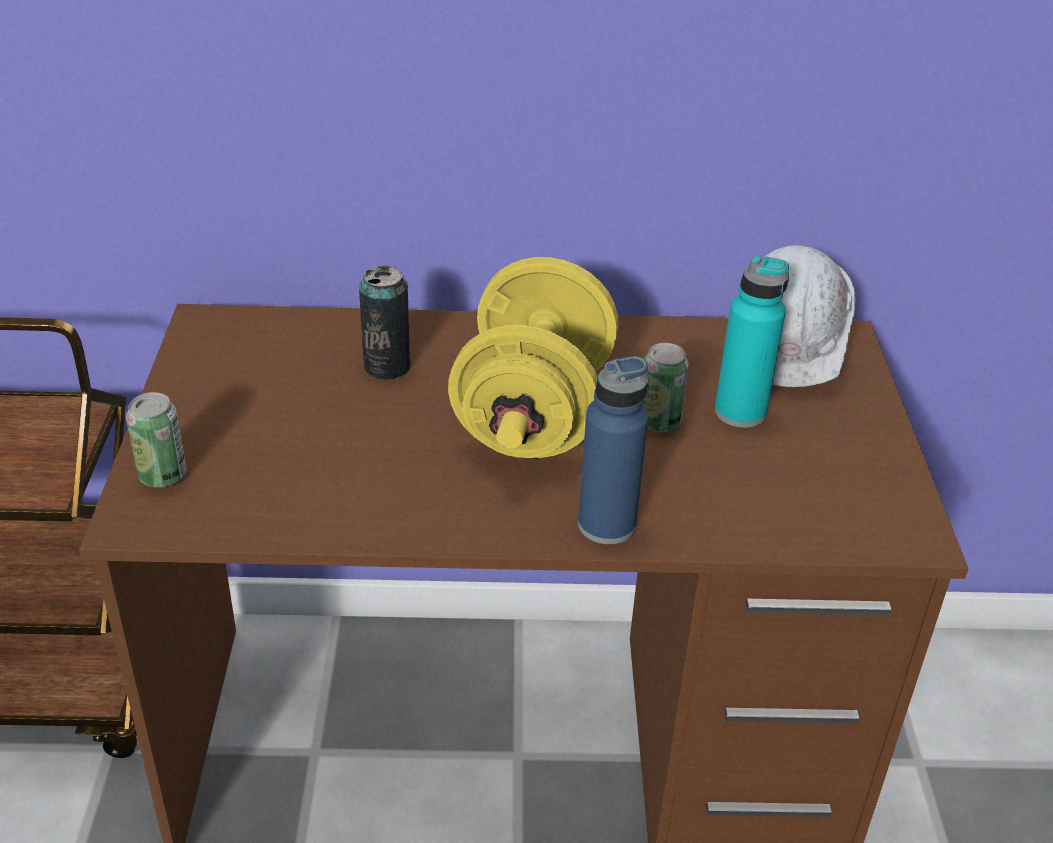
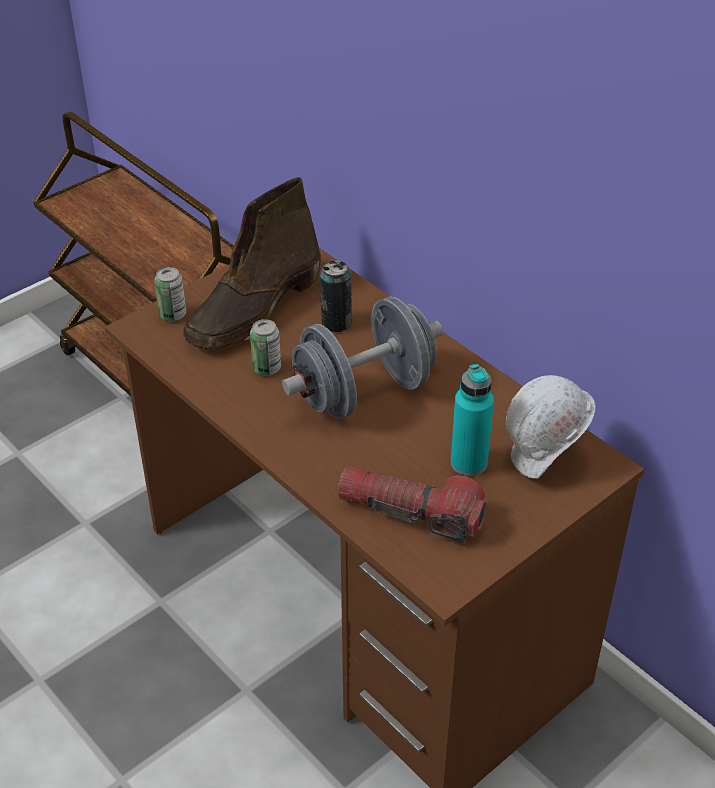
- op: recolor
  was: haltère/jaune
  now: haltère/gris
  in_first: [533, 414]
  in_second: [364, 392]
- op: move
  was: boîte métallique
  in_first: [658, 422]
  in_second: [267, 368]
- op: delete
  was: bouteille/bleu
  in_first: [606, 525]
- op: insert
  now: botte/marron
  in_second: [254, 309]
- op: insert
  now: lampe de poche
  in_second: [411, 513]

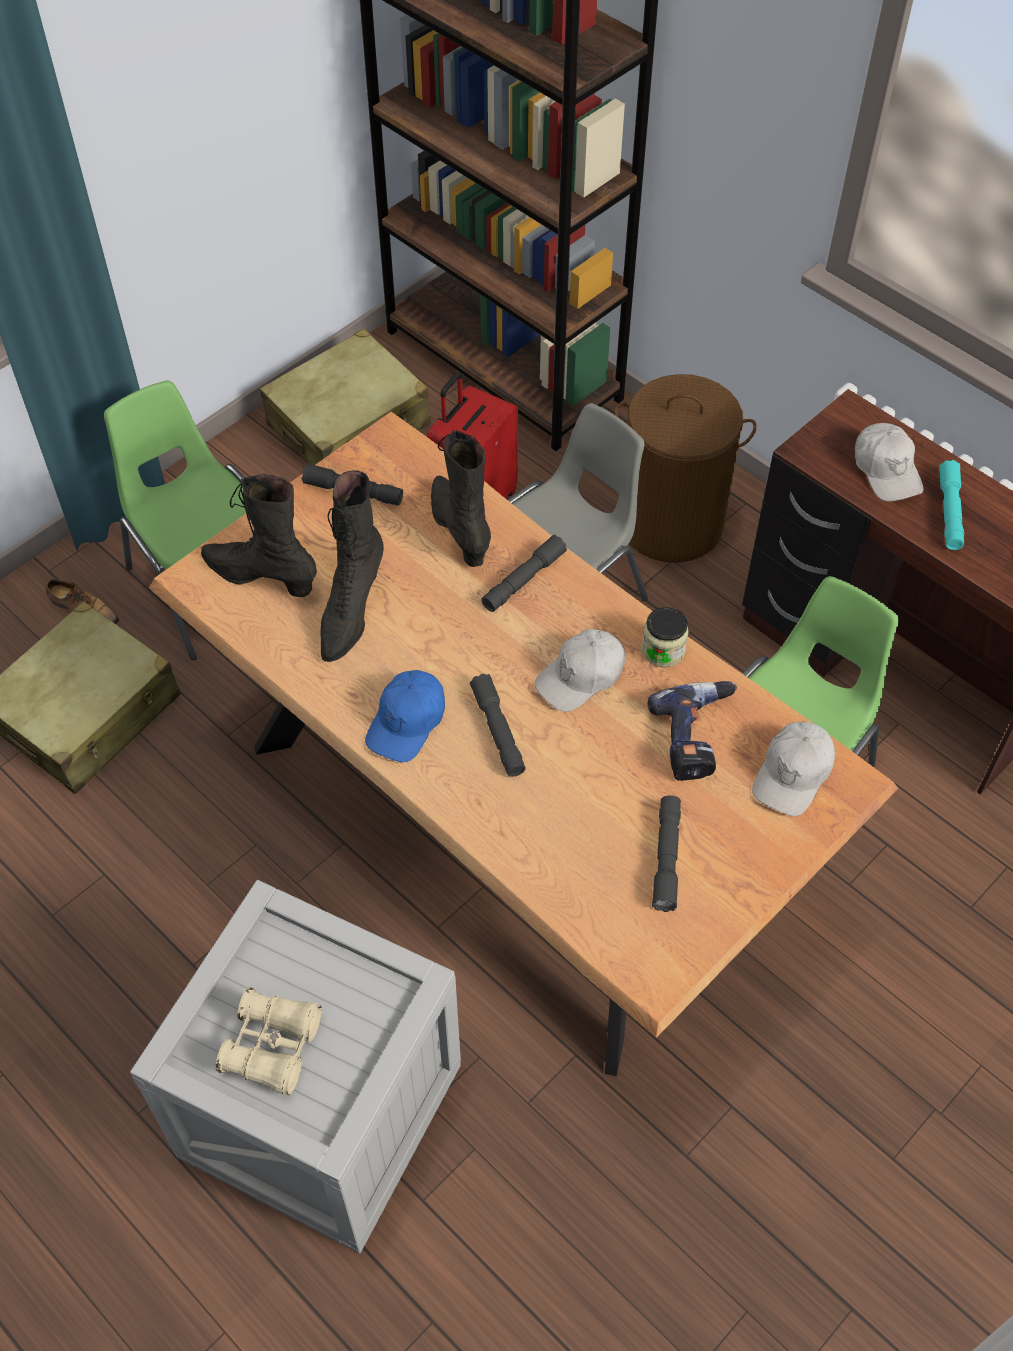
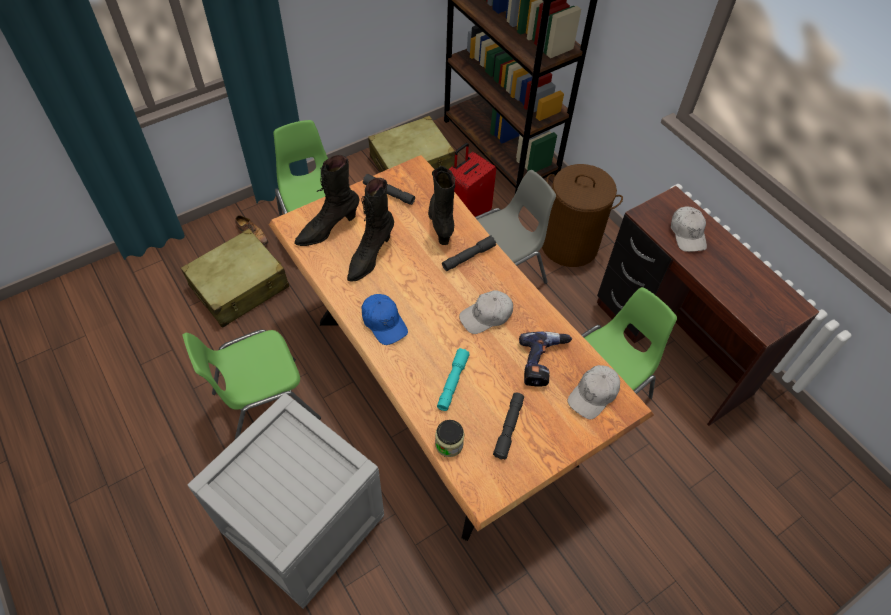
- op: move
  was: lampe de poche/turquoise
  in_first: [949, 511]
  in_second: [452, 382]
- op: rotate
  was: botte/noir
  in_first: [261, 576]
  in_second: [327, 229]
  clockwise: -75
- op: move
  was: bocal
  in_first: [663, 650]
  in_second: [449, 444]
- op: rotate
  was: casquette/bleu
  in_first: [407, 722]
  in_second: [384, 322]
  clockwise: -75
- op: delete
  was: lampe de poche/gris
  in_first: [498, 731]
- op: delete
  was: jumelles/beige
  in_first: [272, 1047]
- op: insert
  now: chaise/vert
  in_second: [263, 405]

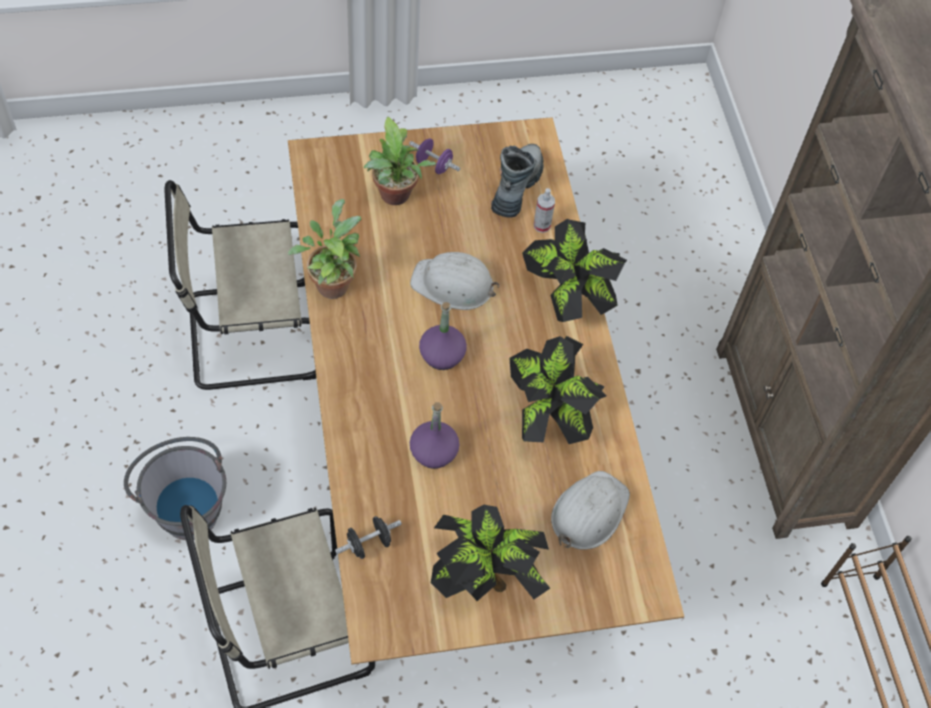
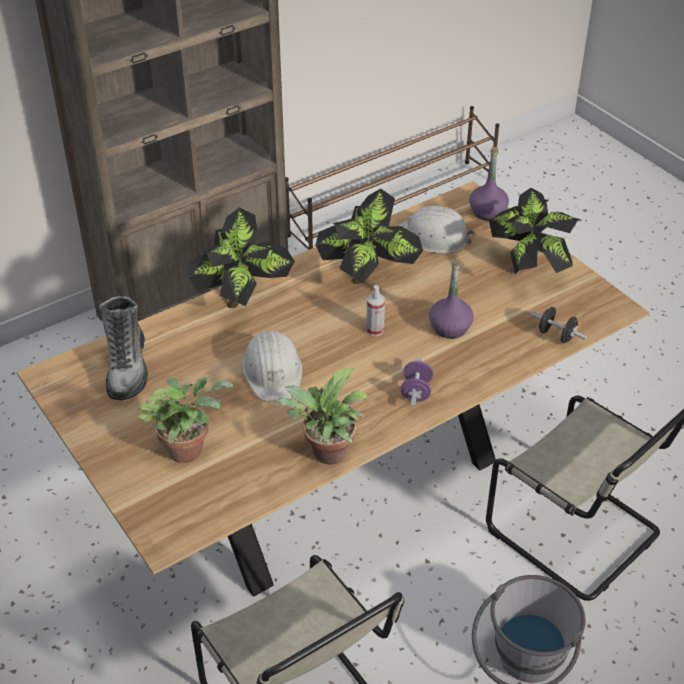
- op: move
  was: haltère/violet
  in_first: [433, 165]
  in_second: [416, 392]
- op: rotate
  was: botte
  in_first: [516, 187]
  in_second: [127, 368]
  clockwise: -90
- op: move
  was: vaporisateur
  in_first: [541, 225]
  in_second: [375, 330]
- op: move
  was: bouteille/violet
  in_first: [441, 355]
  in_second: [487, 212]

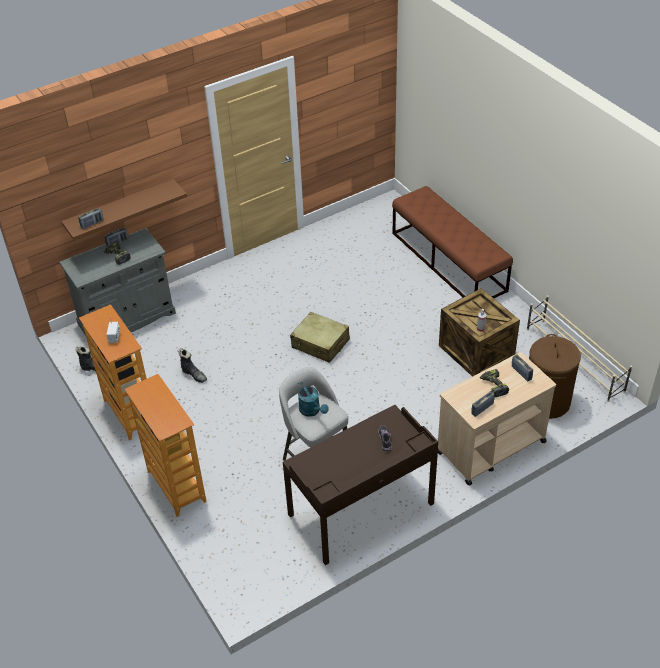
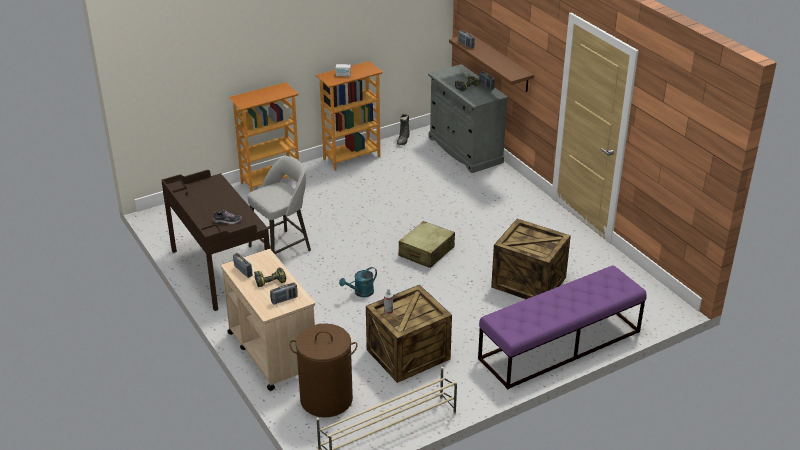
- op: recolor
  was: banc/marron
  now: banc/violet
  in_first: [448, 262]
  in_second: [559, 345]
- op: delete
  was: botte/noir
  in_first: [194, 375]
- op: move
  was: arrosoir/turquoise
  in_first: [312, 411]
  in_second: [361, 293]
- op: insert
  now: caisse
  in_second: [528, 282]

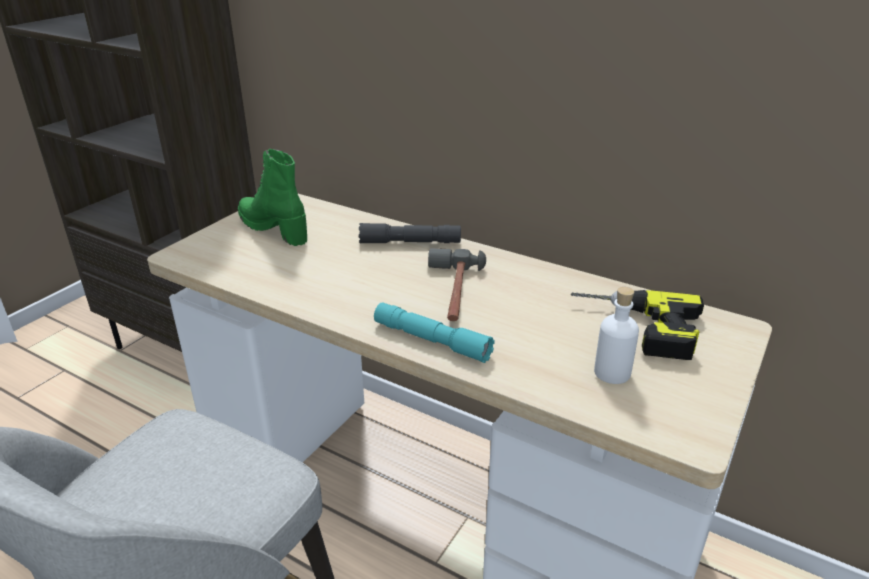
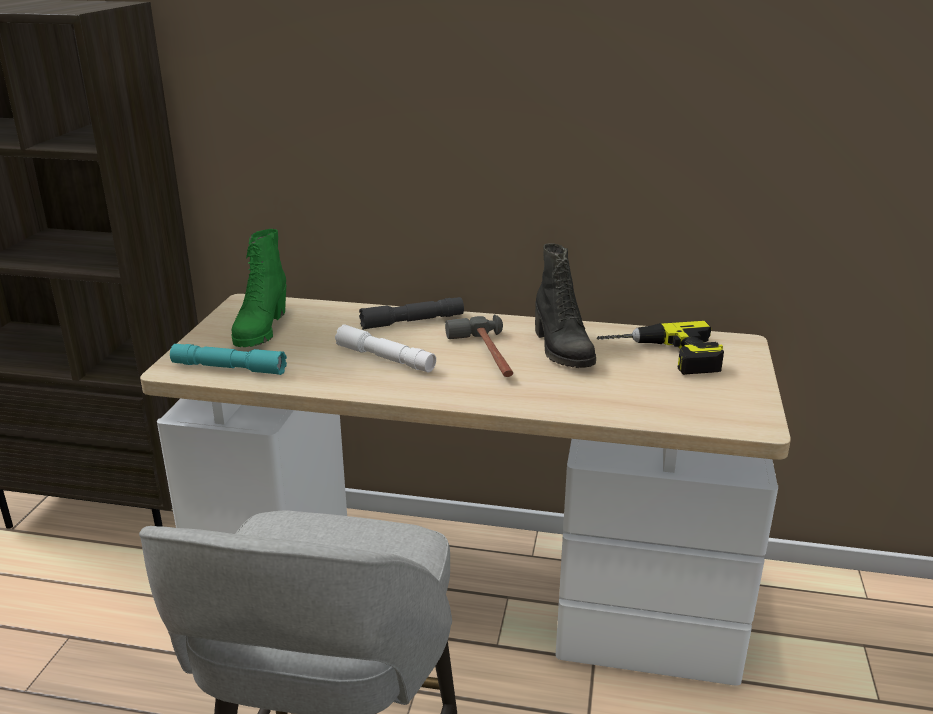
- op: rotate
  was: botte/vert
  in_first: [274, 229]
  in_second: [260, 330]
  clockwise: -105
- op: delete
  was: bouteille/blanc
  in_first: [612, 372]
- op: move
  was: lampe de poche/turquoise
  in_first: [431, 340]
  in_second: [229, 368]
- op: insert
  now: botte/noir
  in_second: [561, 350]
- op: insert
  now: lampe de poche/blanc
  in_second: [385, 358]

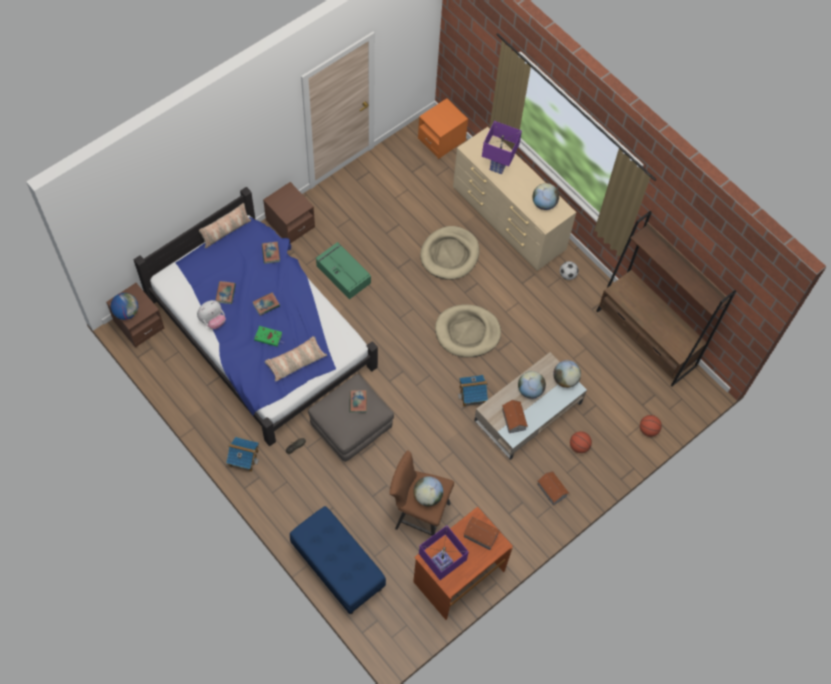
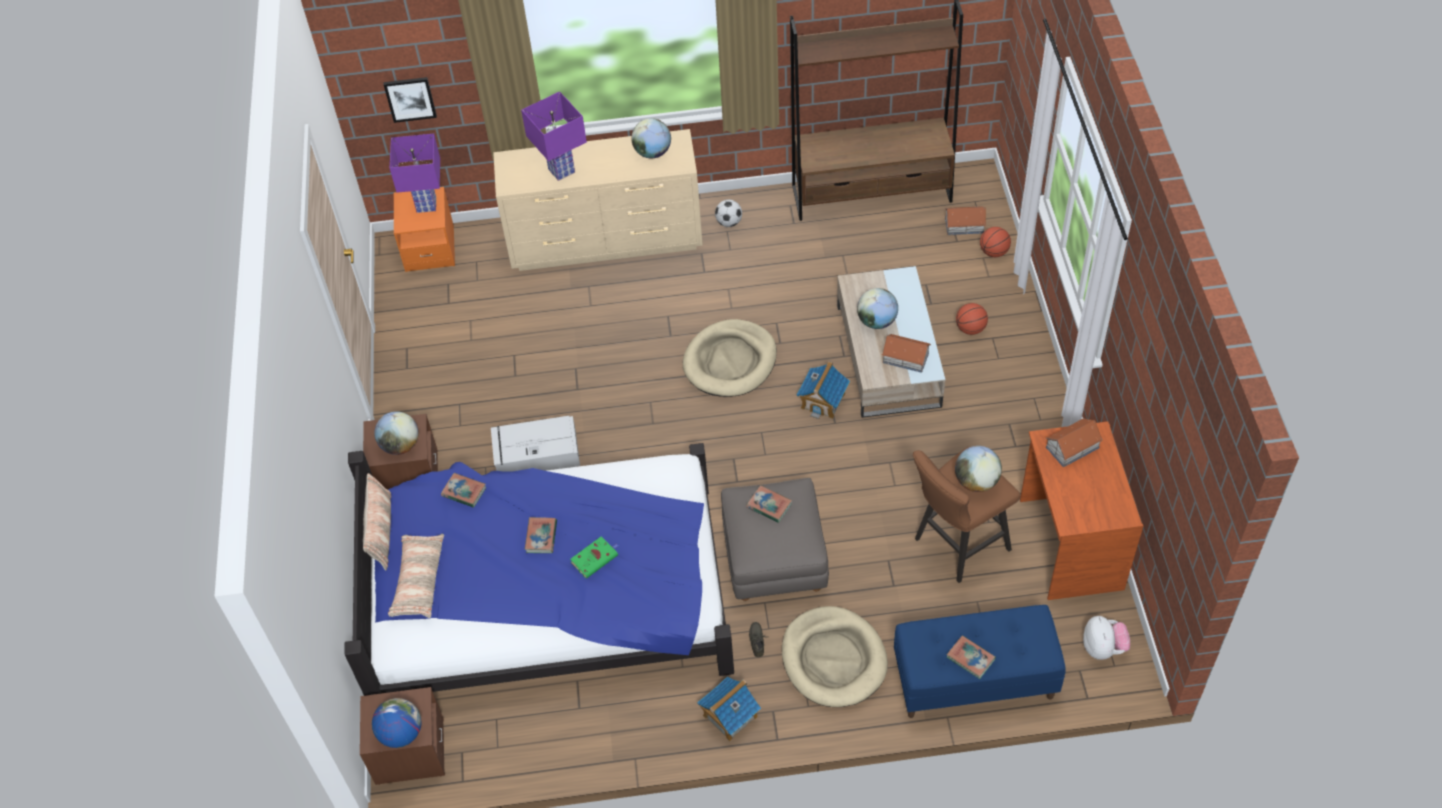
- op: move
  was: panier pour chien/beige
  in_first: [450, 254]
  in_second: [833, 659]
- op: recolor
  was: boîte de rangement/vert
  now: boîte de rangement/gris
  in_first: [343, 274]
  in_second: [535, 454]
- op: move
  was: livre
  in_first: [225, 293]
  in_second: [970, 658]
- op: move
  was: peluche
  in_first: [213, 320]
  in_second: [1103, 648]
- op: move
  was: coussin
  in_first: [295, 361]
  in_second: [418, 580]
- op: move
  was: globe
  in_first: [565, 379]
  in_second: [400, 445]
- op: move
  was: maison miniature
  in_first: [552, 490]
  in_second: [964, 225]
- op: move
  was: lampe de table/violet
  in_first: [440, 567]
  in_second: [427, 205]
- op: insert
  now: tableau
  in_second: [410, 98]

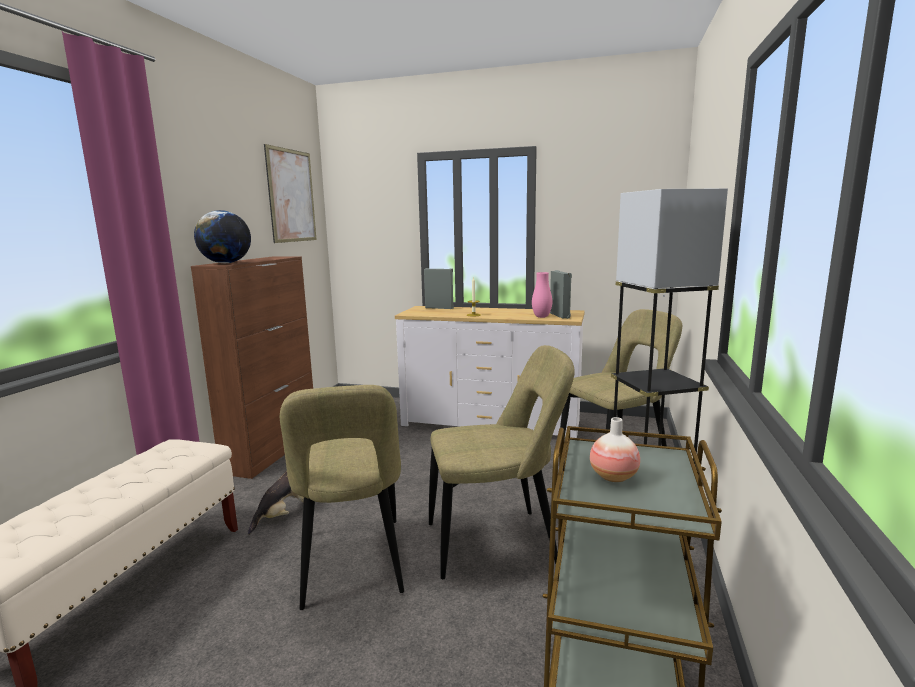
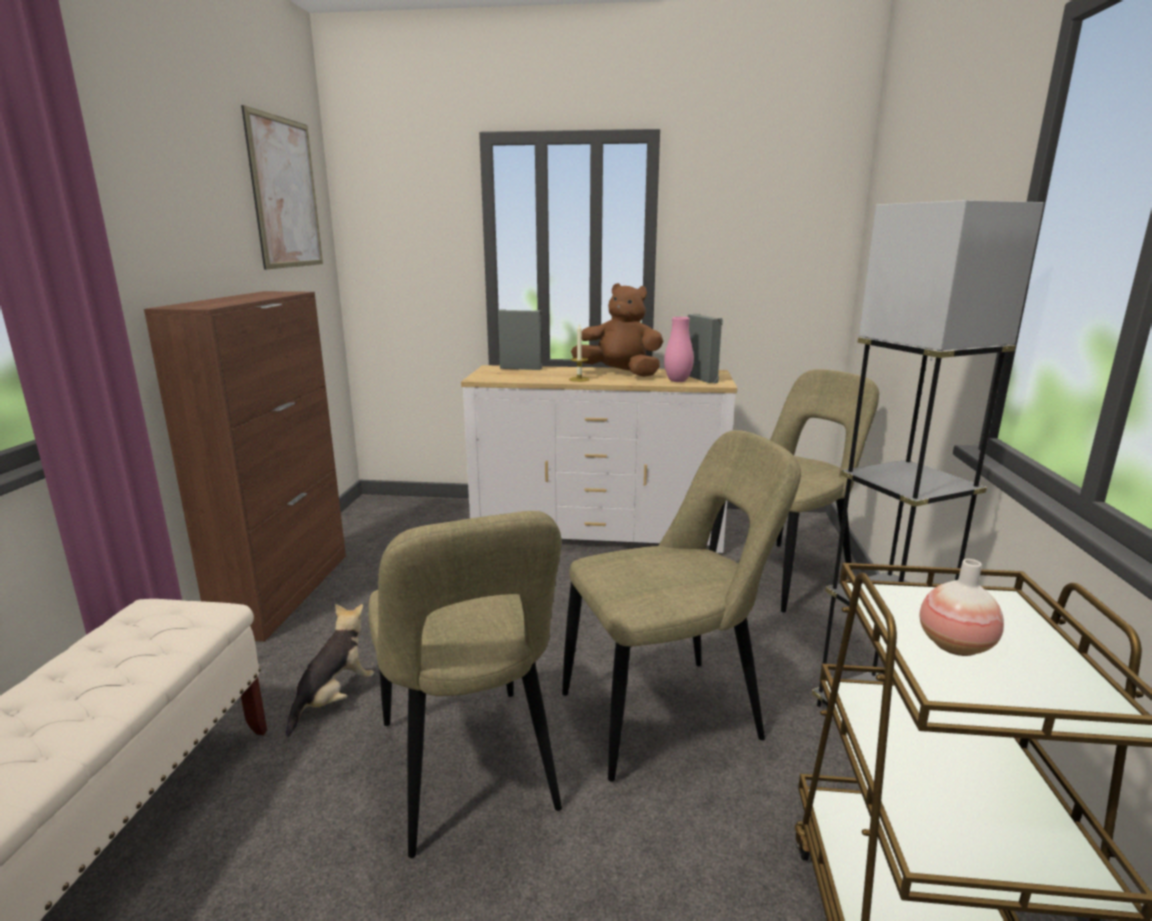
- op: delete
  was: globe
  in_first: [226, 263]
- op: insert
  now: peluche/marron
  in_second: [620, 374]

